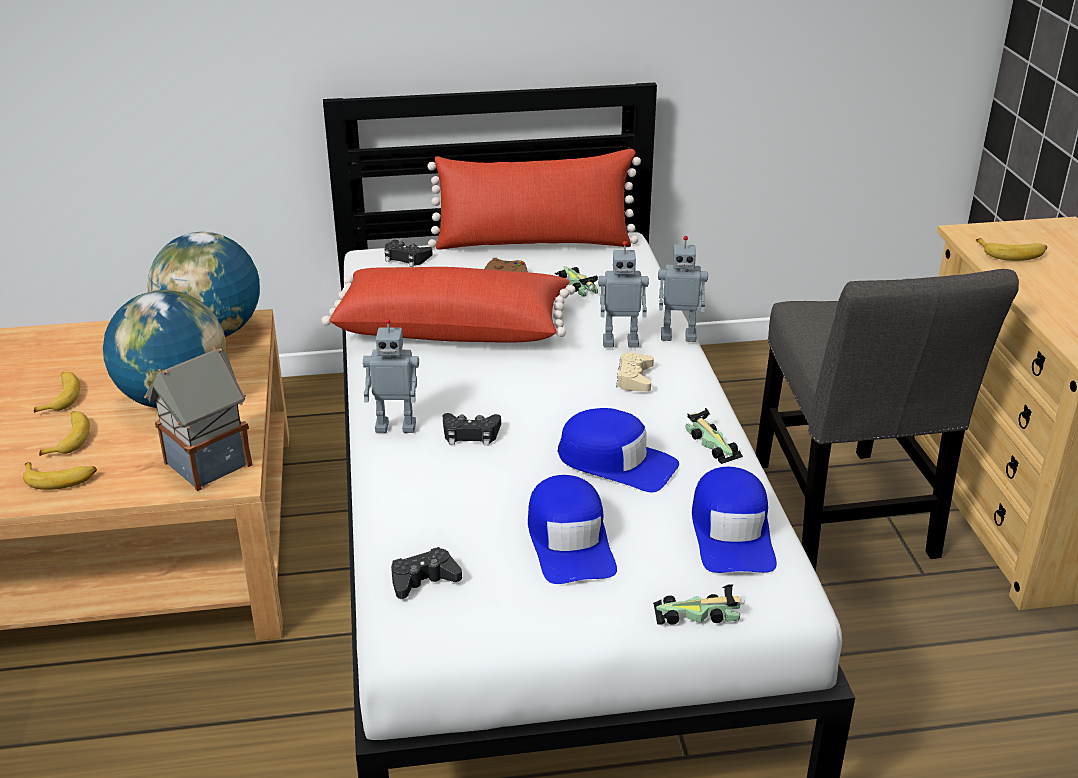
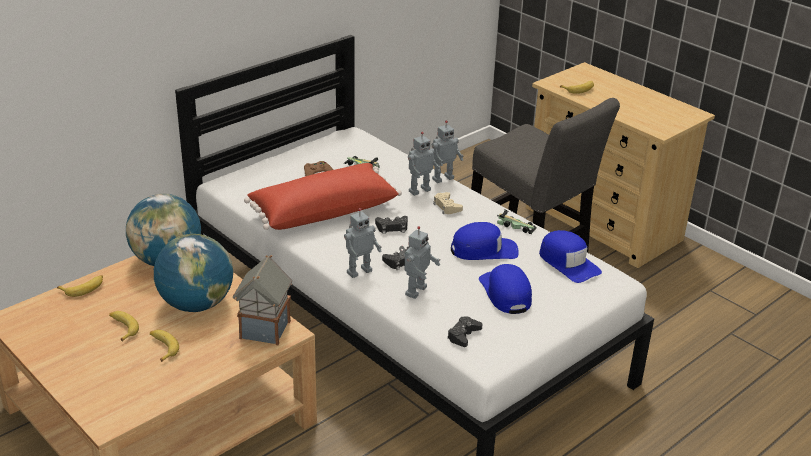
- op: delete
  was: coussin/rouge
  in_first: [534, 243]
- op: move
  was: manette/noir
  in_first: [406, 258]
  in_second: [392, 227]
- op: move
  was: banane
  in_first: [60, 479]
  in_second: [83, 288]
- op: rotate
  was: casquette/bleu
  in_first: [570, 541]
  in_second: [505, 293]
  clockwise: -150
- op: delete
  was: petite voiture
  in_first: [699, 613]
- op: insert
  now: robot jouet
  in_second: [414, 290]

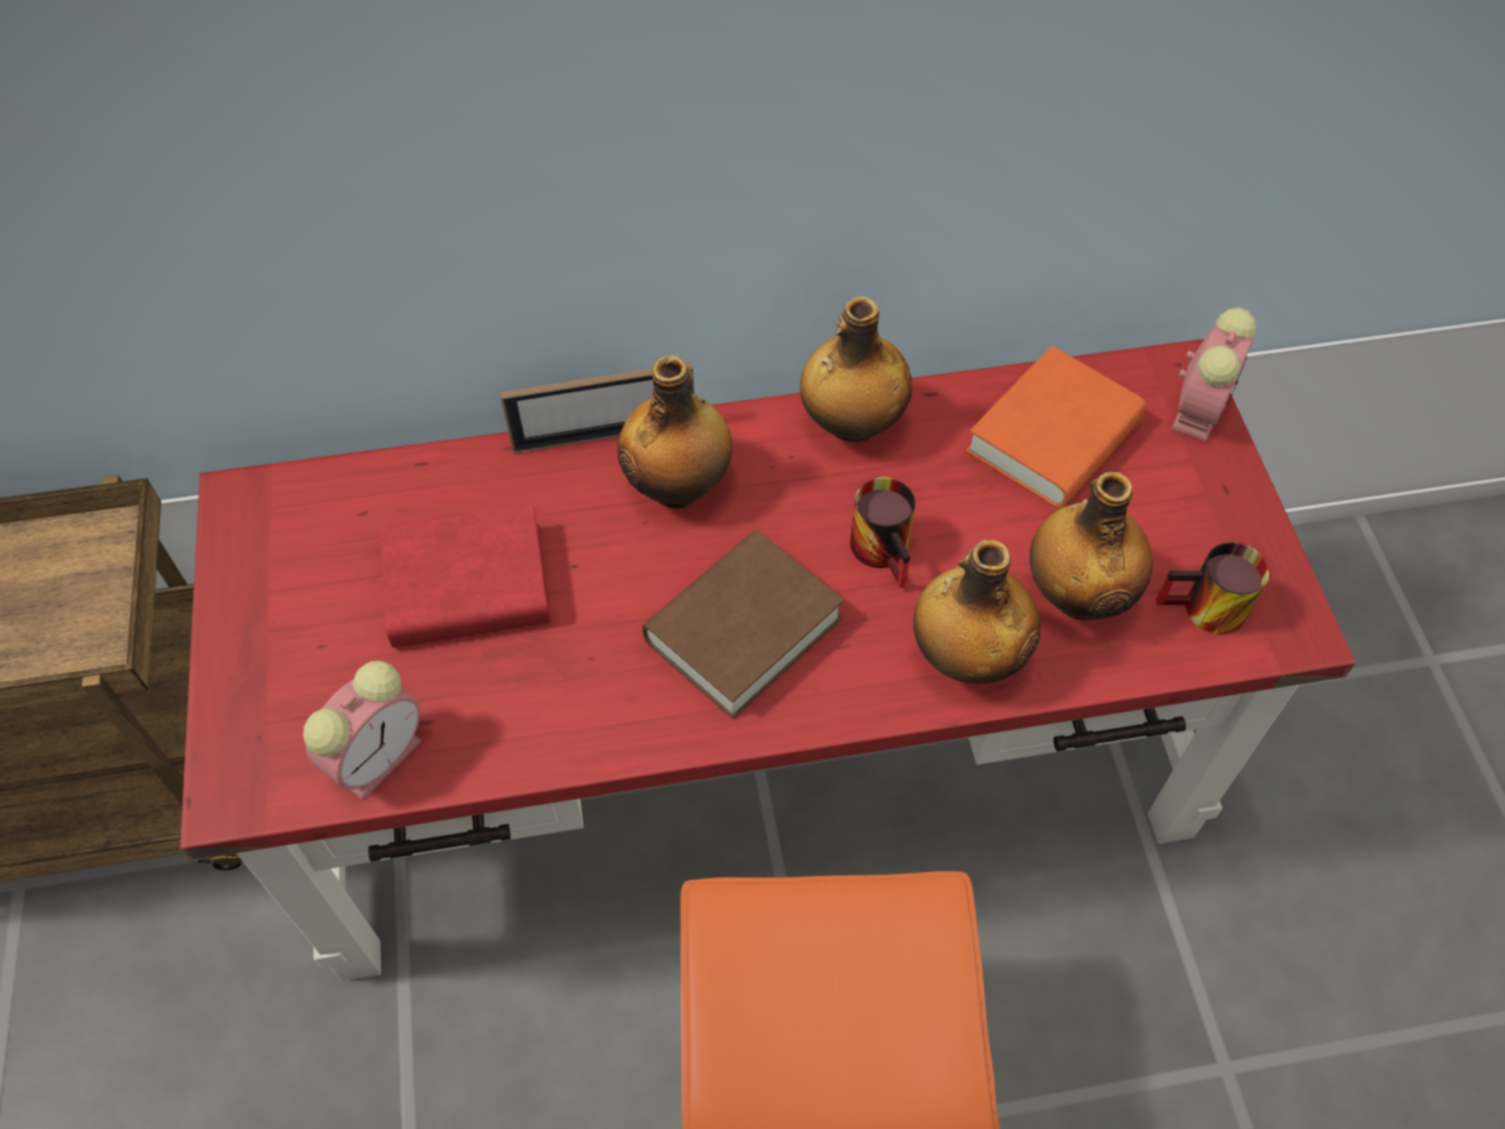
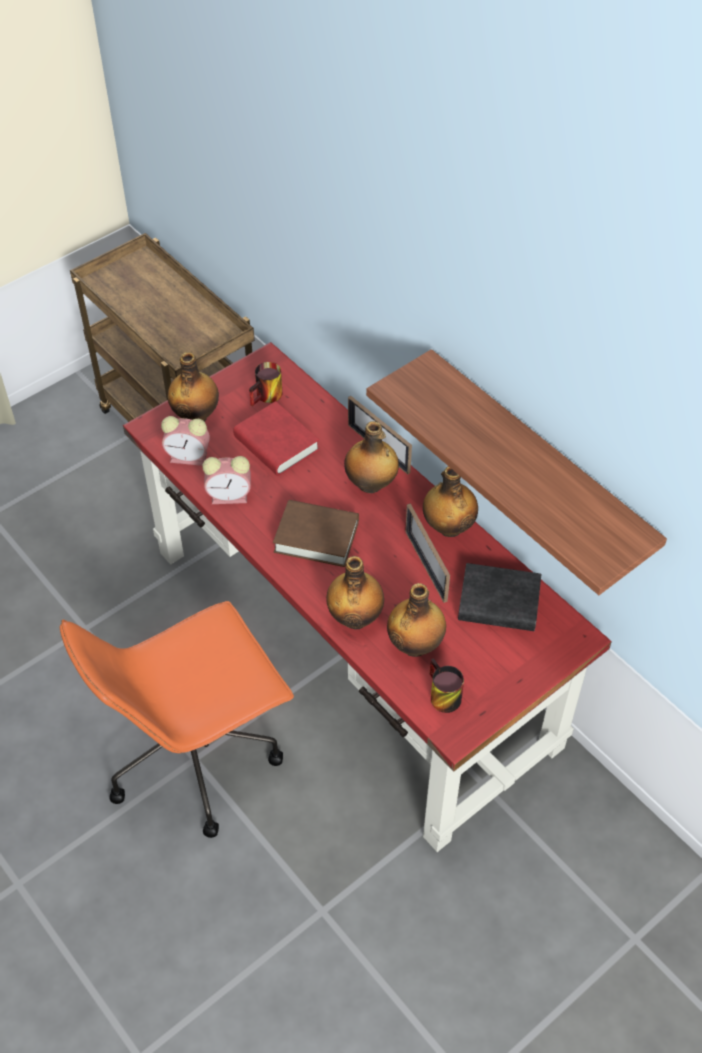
- op: move
  was: réveil
  in_first: [1199, 407]
  in_second: [231, 496]
- op: recolor
  was: livre/orange
  now: livre/noir
  in_first: [1053, 437]
  in_second: [498, 603]
- op: move
  was: mug
  in_first: [888, 551]
  in_second: [268, 397]
- op: insert
  now: étagère
  in_second: [537, 463]
- op: insert
  now: bouteille
  in_second: [196, 415]
- op: insert
  now: cadre photo
  in_second: [426, 565]

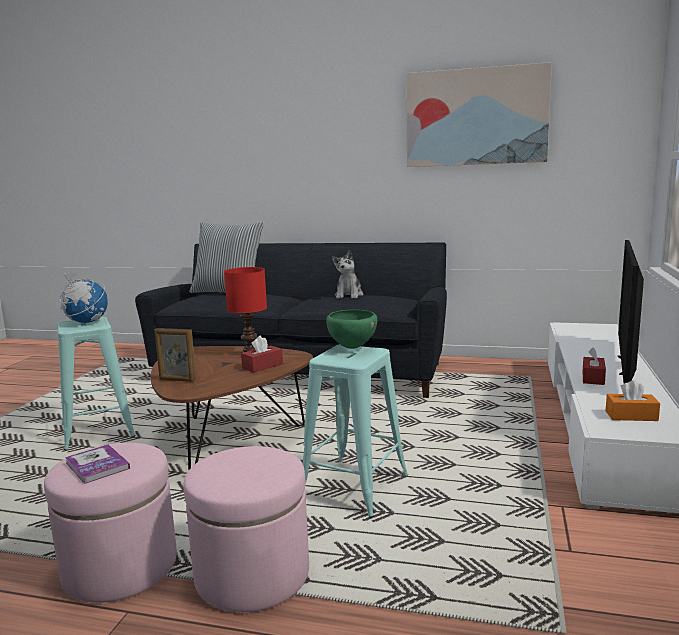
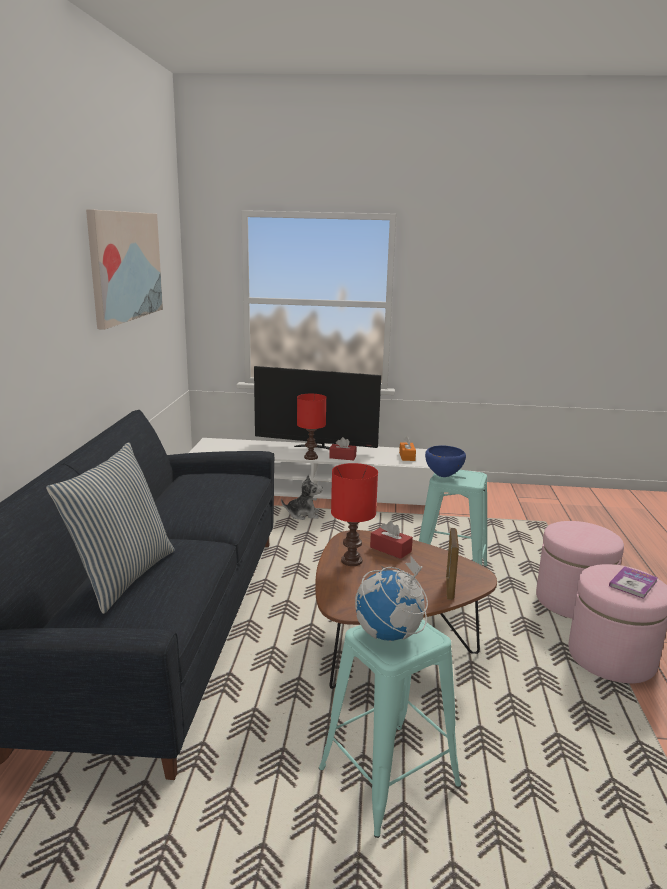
- op: move
  was: peluche
  in_first: [349, 295]
  in_second: [303, 515]
- op: recolor
  was: bol/vert
  now: bol/bleu
  in_first: [352, 348]
  in_second: [443, 476]
- op: insert
  now: lampe de table/rouge
  in_second: [310, 457]

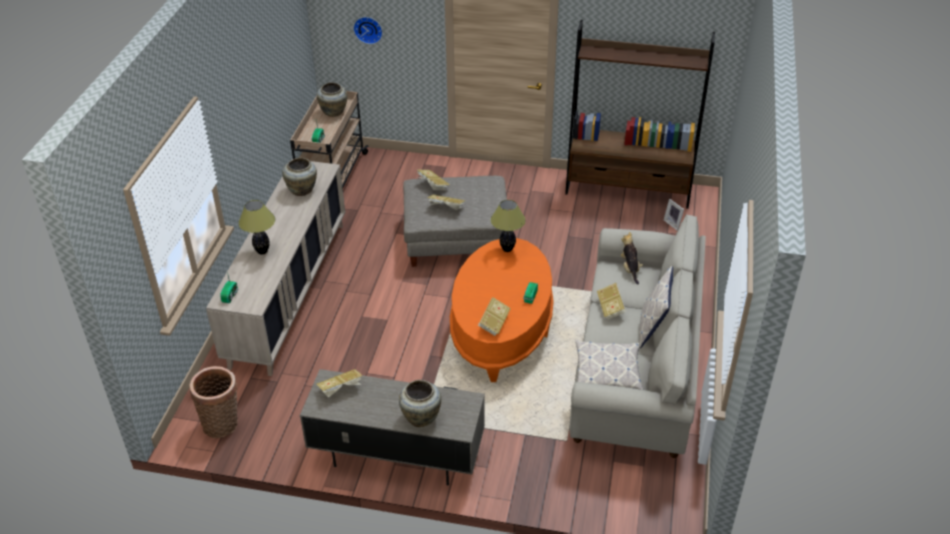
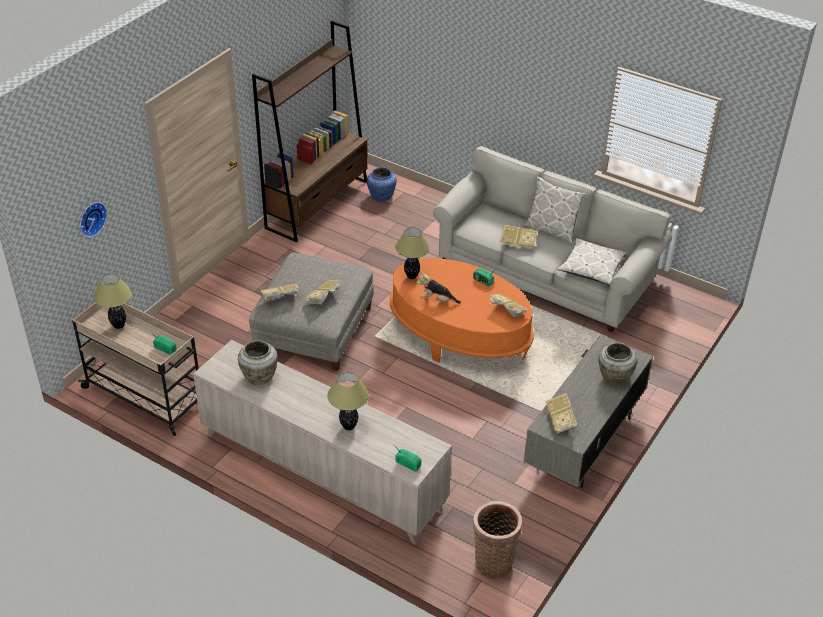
- op: replace
  was: vase/beige
  now: lampe de table
  in_first: [333, 112]
  in_second: [119, 326]
- op: replace
  was: cadre photo
  now: vase/bleu
  in_first: [673, 224]
  in_second: [381, 196]
- op: move
  was: peluche
  in_first: [630, 268]
  in_second: [437, 300]

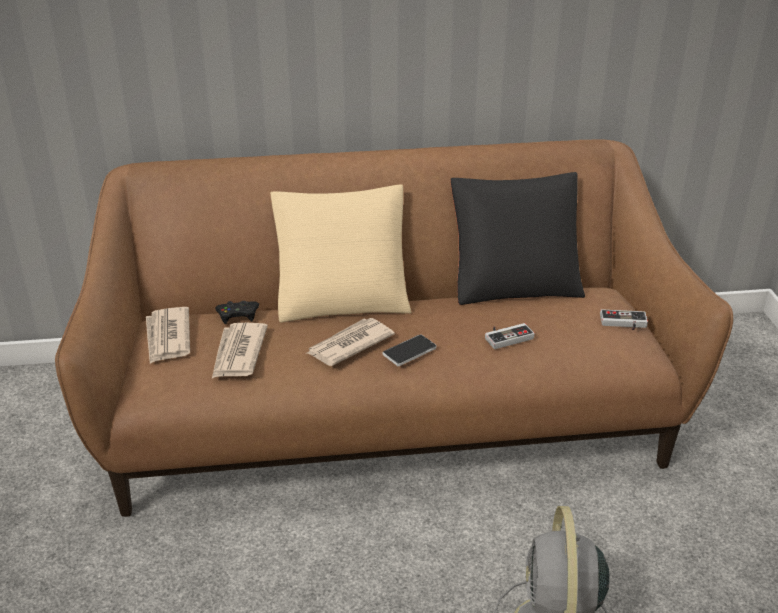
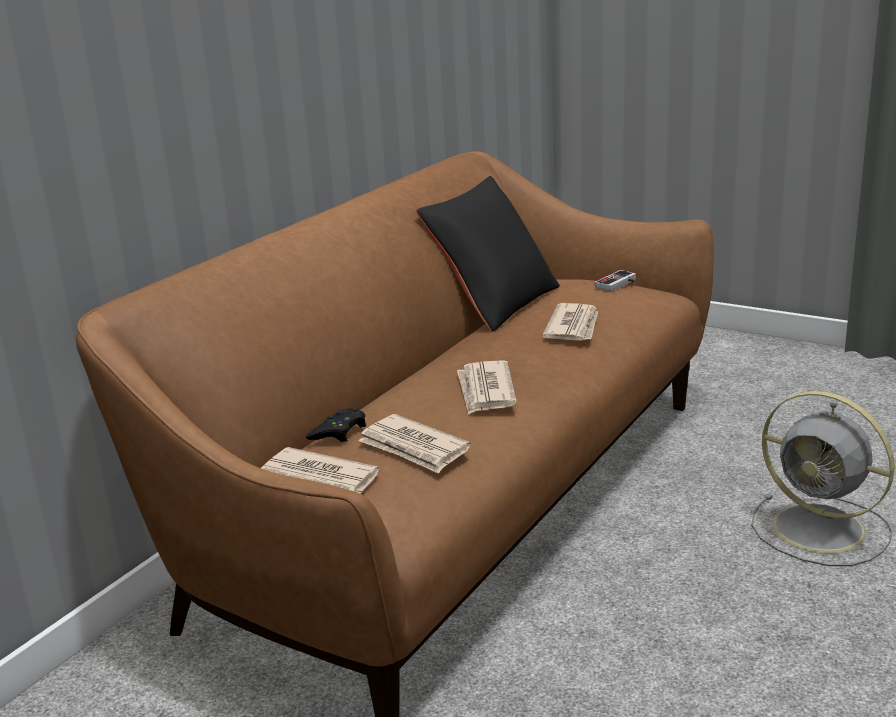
- op: delete
  was: coussin/beige
  in_first: [343, 298]
- op: replace
  was: manette
  now: journal
  in_first: [507, 336]
  in_second: [573, 326]
- op: delete
  was: téléphone
  in_first: [409, 351]

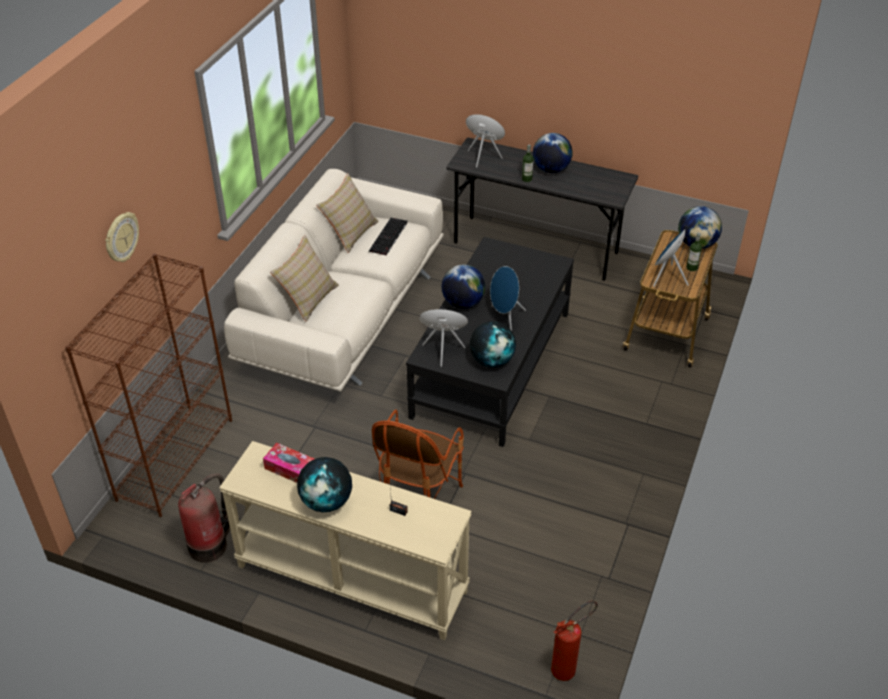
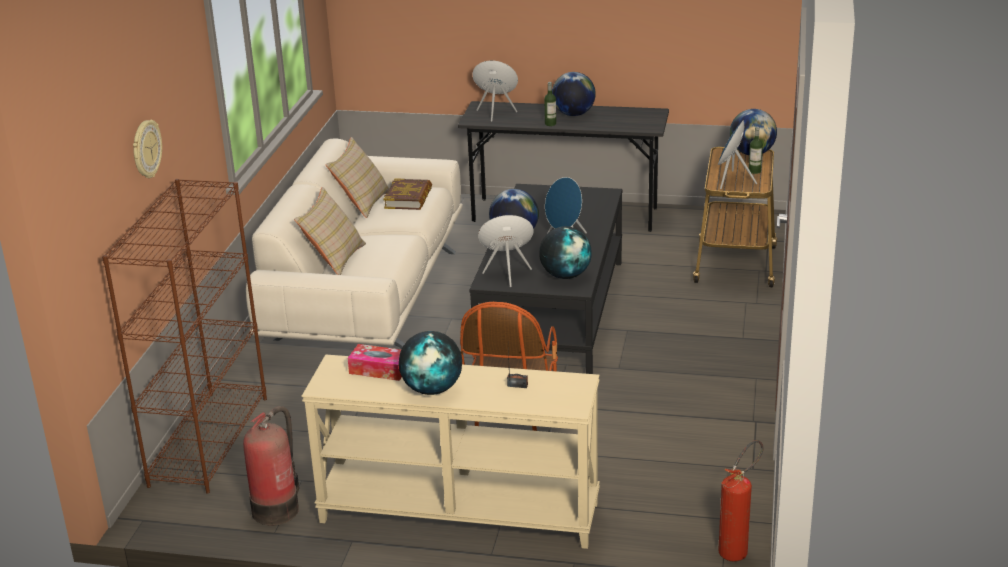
- op: replace
  was: clavier
  now: livre
  in_first: [389, 237]
  in_second: [408, 199]

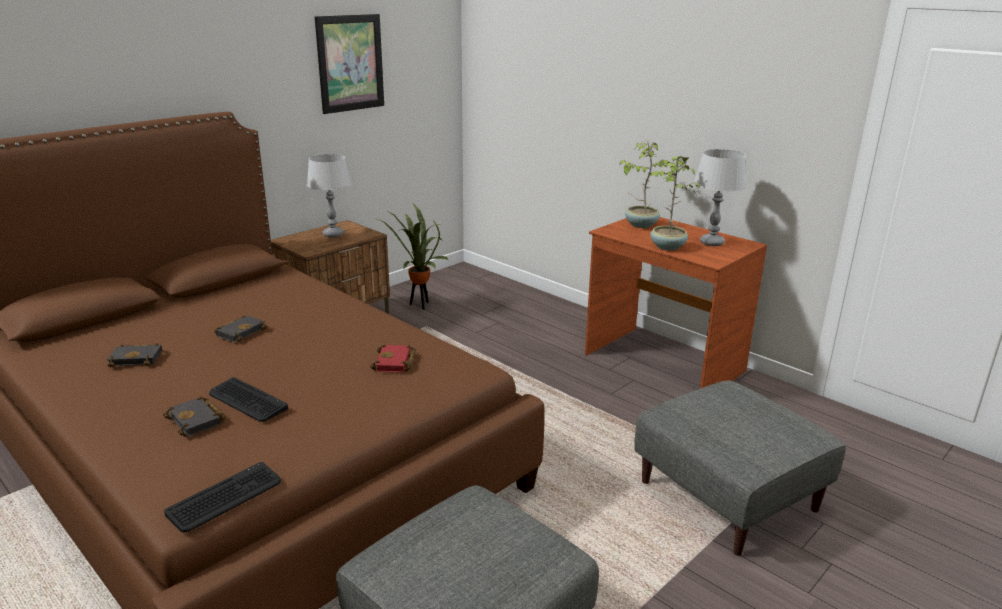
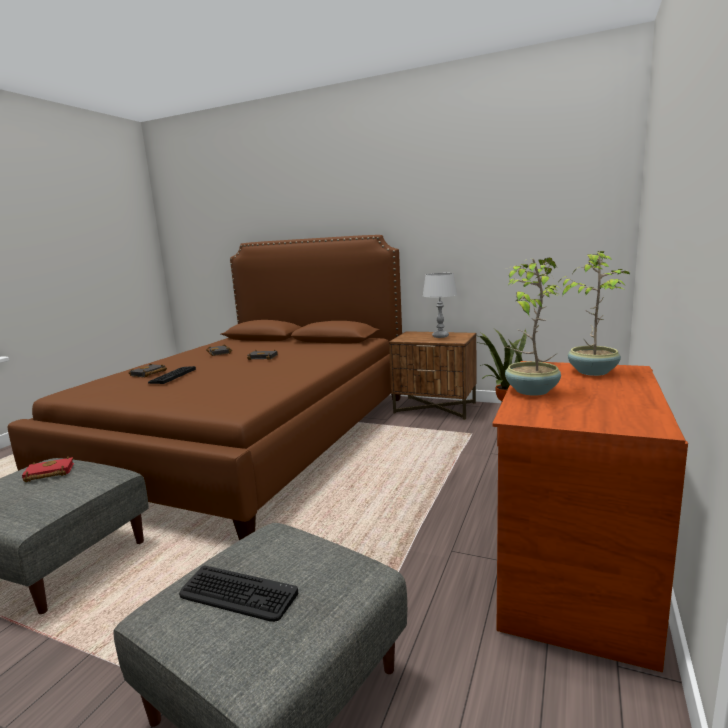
- op: delete
  was: tableau
  in_first: [350, 63]
- op: delete
  was: lampe de table/gris
  in_first: [711, 243]
- op: move
  was: livre/rouge
  in_first: [395, 363]
  in_second: [48, 474]
- op: move
  was: clavier
  in_first: [225, 498]
  in_second: [237, 594]

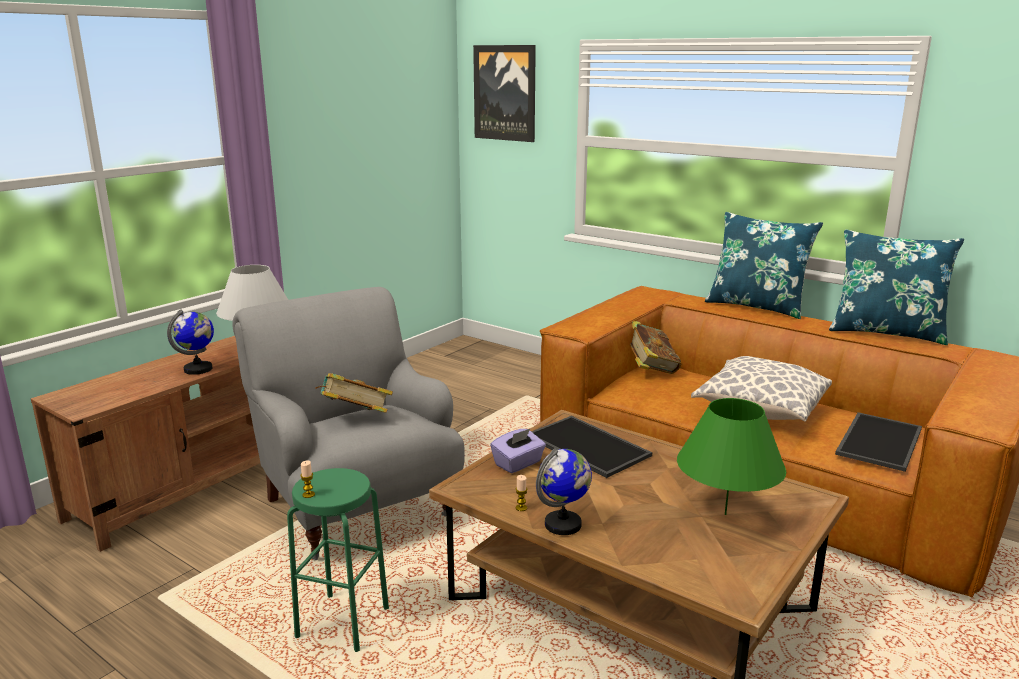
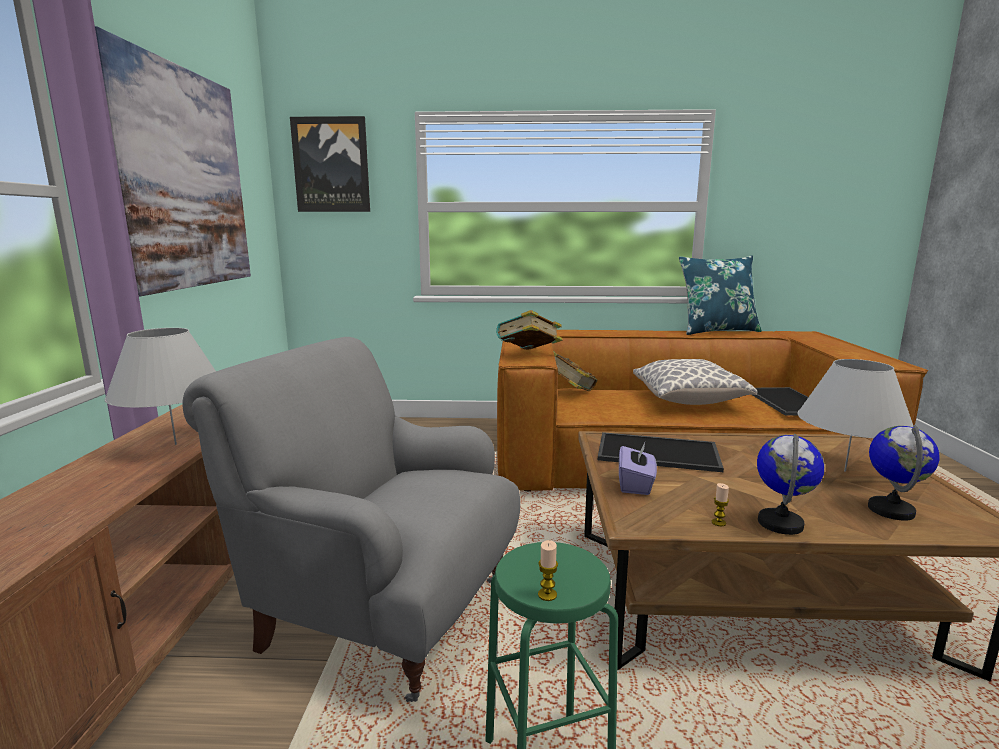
- op: delete
  was: coussin/bleu
  in_first: [757, 306]
- op: move
  was: globe
  in_first: [198, 369]
  in_second: [891, 510]
- op: move
  was: livre
  in_first: [355, 419]
  in_second: [528, 354]
- op: recolor
  was: lampe de table/vert
  now: lampe de table/blanc
  in_first: [725, 514]
  in_second: [845, 471]
- op: insert
  now: tableau
  in_second: [183, 179]

